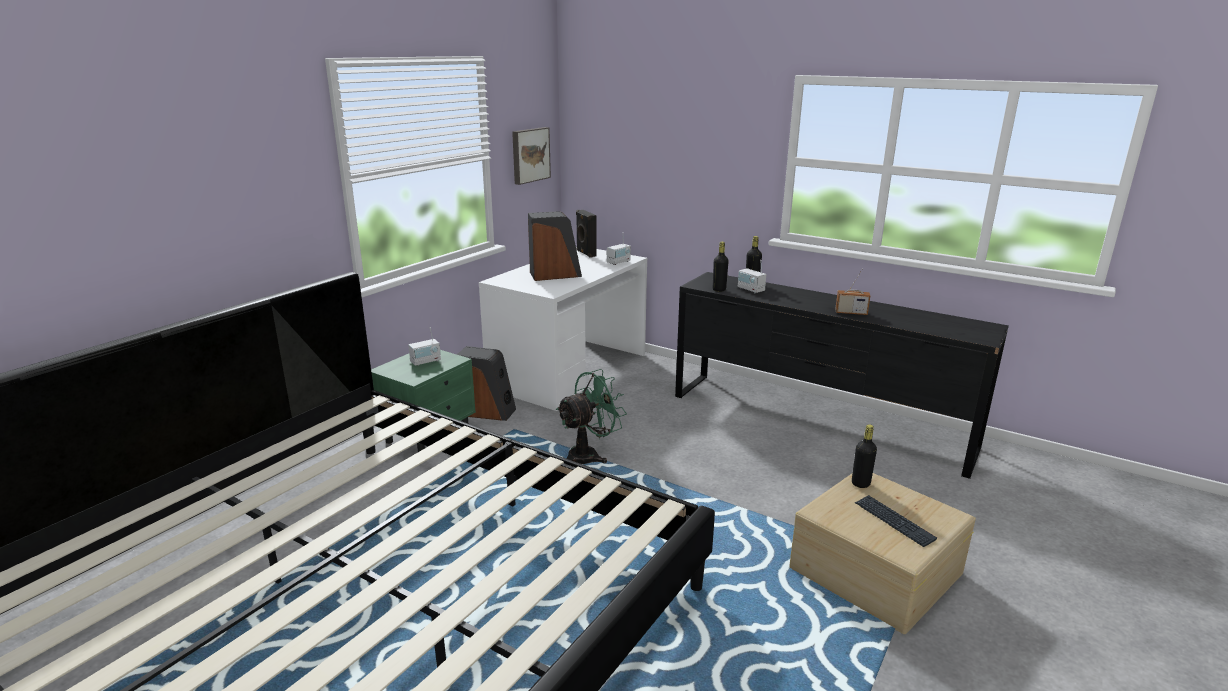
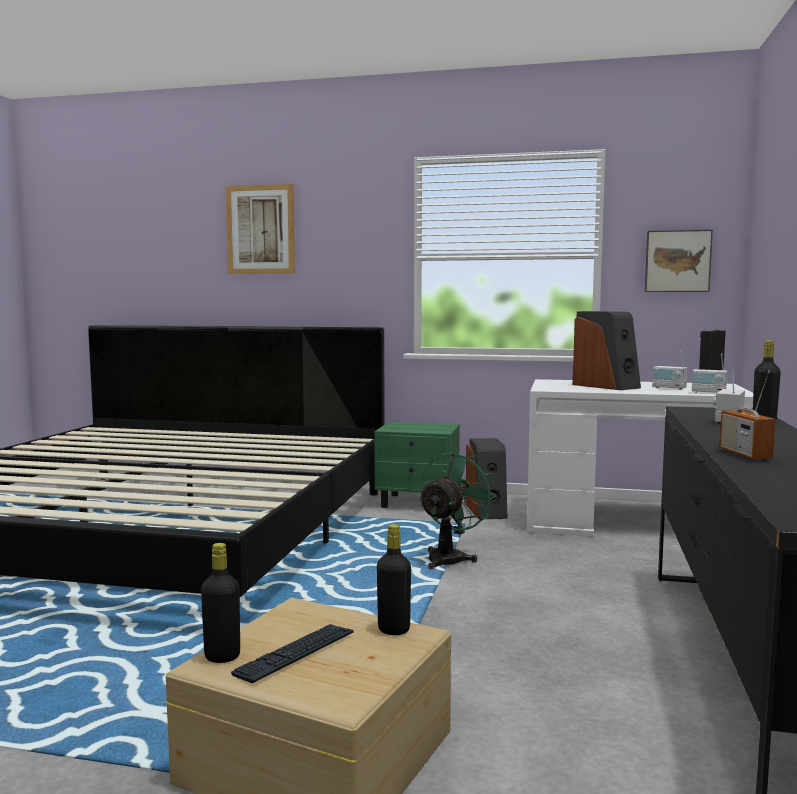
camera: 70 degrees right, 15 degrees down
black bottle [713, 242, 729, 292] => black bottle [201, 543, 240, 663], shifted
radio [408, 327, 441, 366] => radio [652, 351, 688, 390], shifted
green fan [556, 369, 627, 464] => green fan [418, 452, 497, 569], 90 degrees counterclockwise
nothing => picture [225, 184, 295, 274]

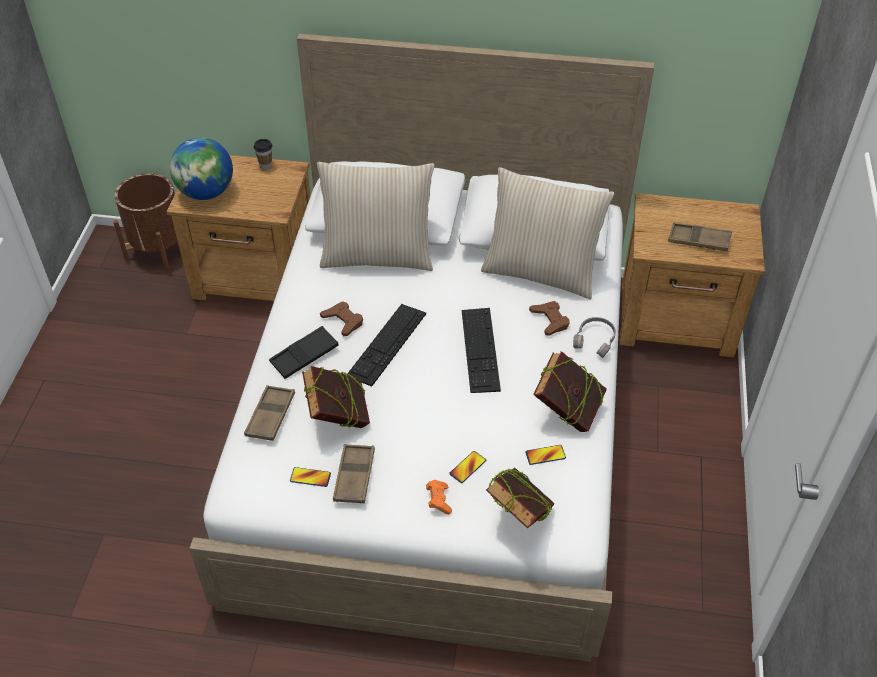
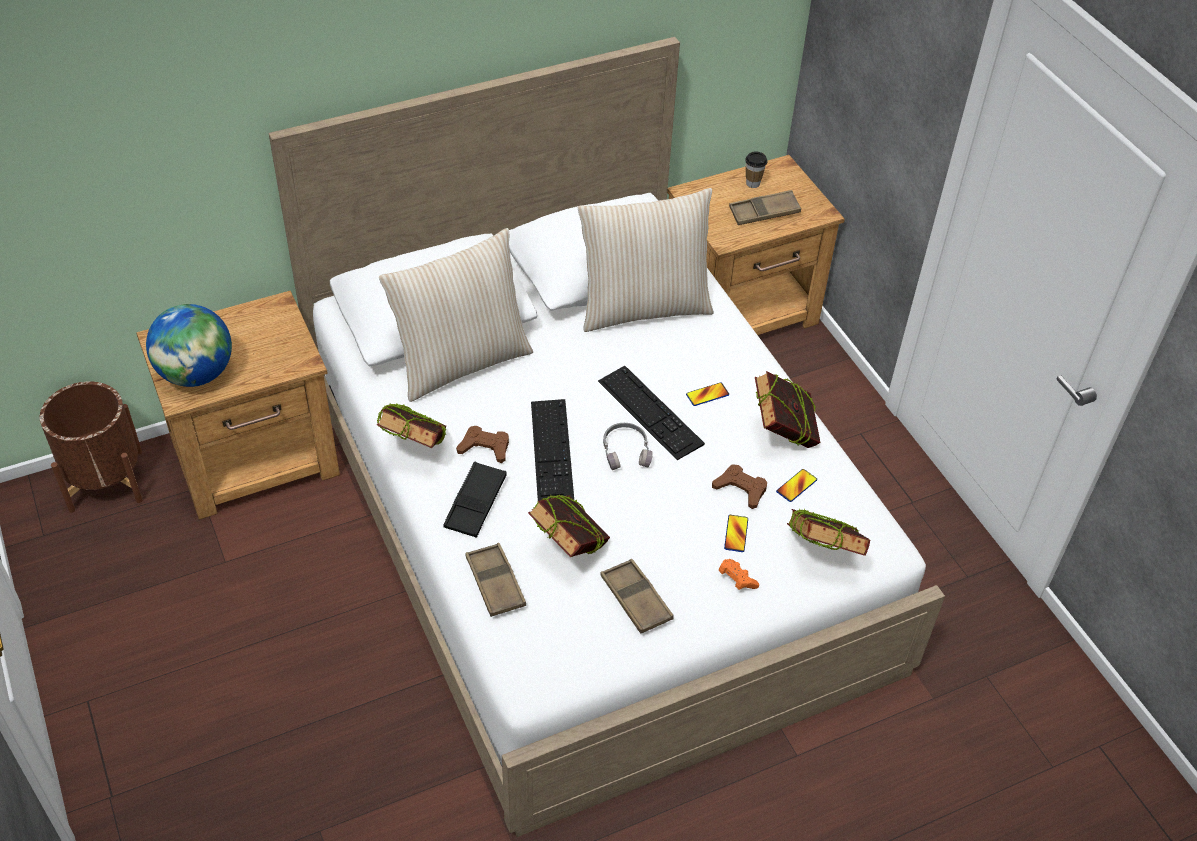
camera: 35 degrees left, 0 degrees up
cup [254, 139, 273, 170] => cup [745, 152, 767, 188], shifted
brown game controller [529, 301, 570, 336] => brown game controller [712, 464, 767, 509], shifted
grey headphones [573, 317, 616, 358] => grey headphones [603, 423, 653, 470], shifted
phone [290, 467, 331, 487] => phone [686, 383, 729, 406], shifted
nothing => book [377, 404, 447, 448]

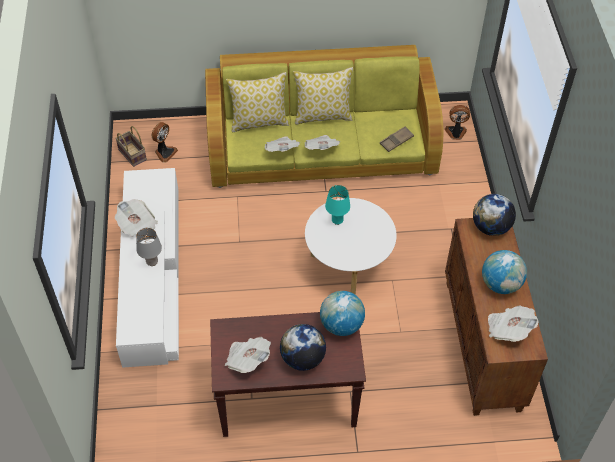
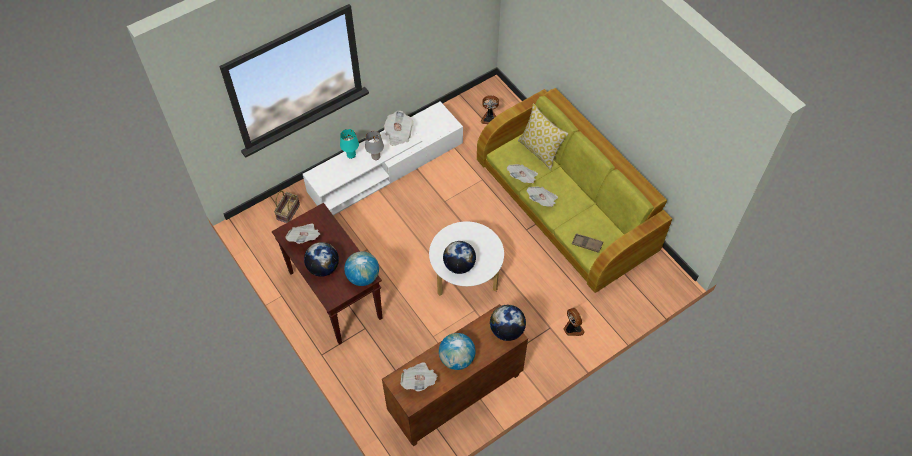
camera: 60 degrees right, 5 degrees up
pillow [293, 67, 353, 125] => nothing
fan [445, 105, 470, 140] => fan [563, 307, 585, 336], shifted
basket [115, 126, 147, 167] => basket [274, 191, 300, 223], shifted
turquoise table lamp [325, 185, 350, 225] => turquoise table lamp [340, 129, 359, 159], shifted
nothing => globe [443, 241, 476, 274]

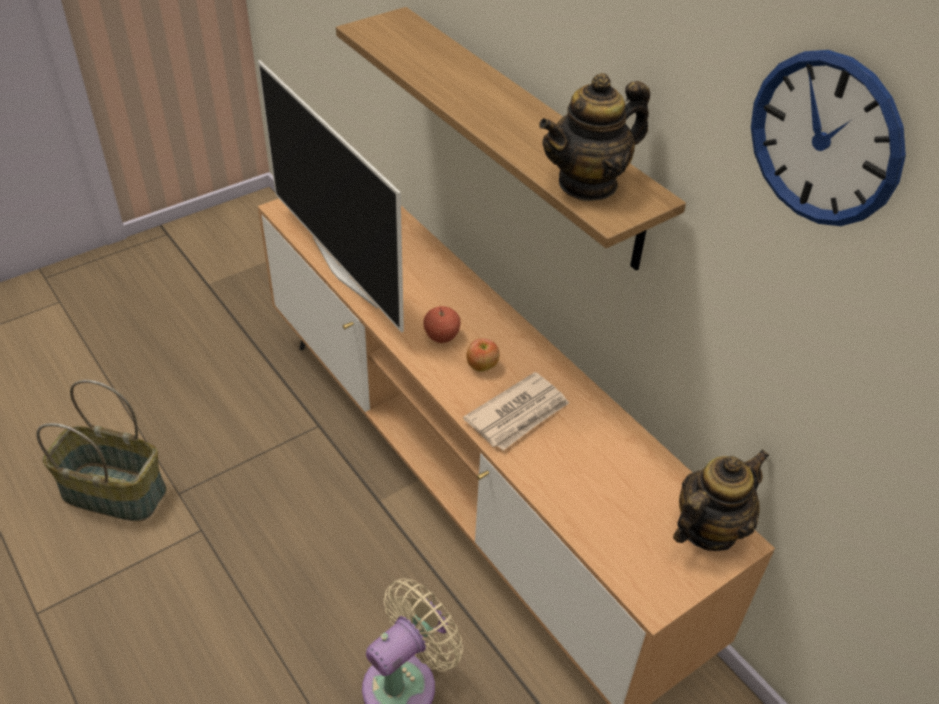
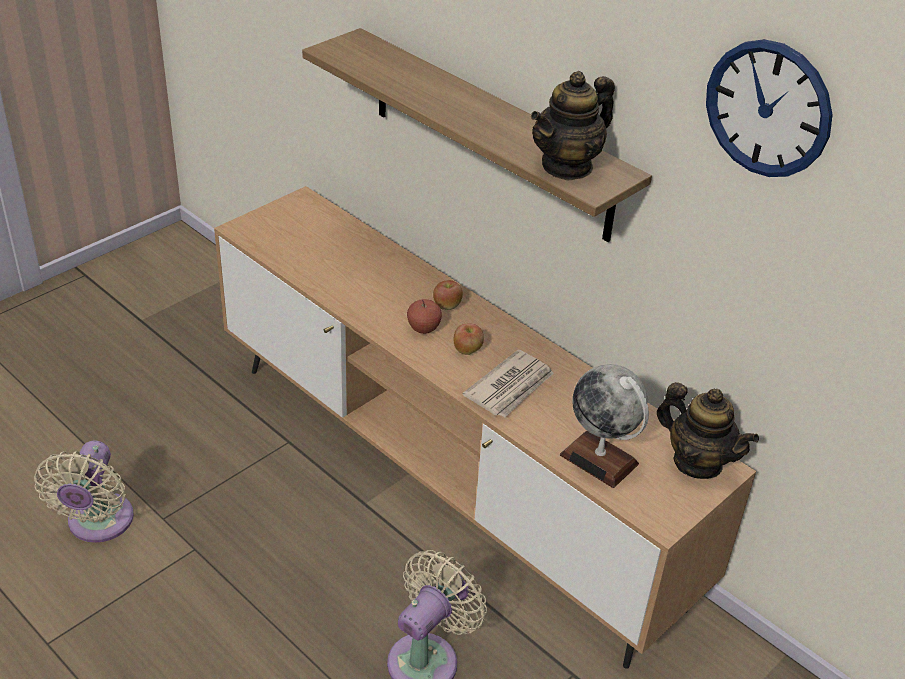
camera: 10 degrees left, 5 degrees down
television [258, 60, 404, 333] => nothing
basket [36, 380, 167, 521] => beige fan [34, 440, 134, 543]
teapot [673, 449, 769, 551] => teapot [657, 382, 759, 479], 90 degrees clockwise
nothing => apple [433, 280, 463, 310]
nothing => globe [560, 364, 649, 488]

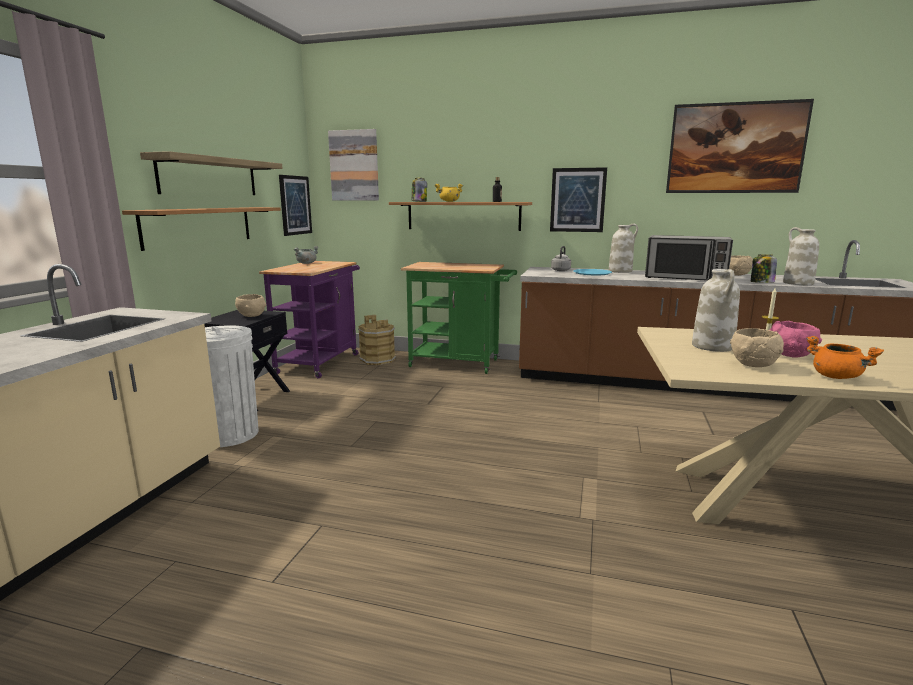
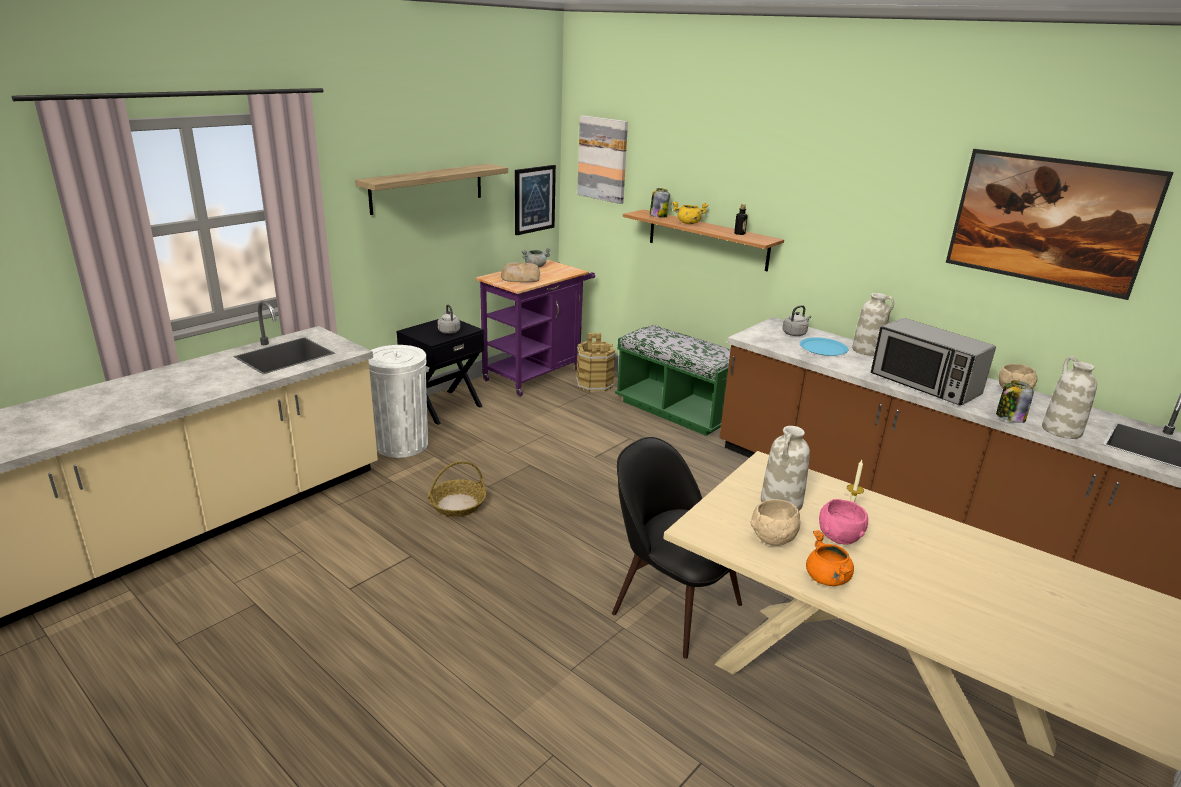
camera: 25 degrees right, 10 degrees up
picture [550, 167, 607, 232] => nothing
shelf [122, 207, 281, 251] => nothing
green cart [401, 262, 517, 374] => green bench [615, 325, 731, 436]
beige bowl [235, 294, 266, 317] => grey kettle [438, 304, 460, 334]
nothing => bread [501, 262, 540, 282]
nothing => black chair [612, 437, 742, 659]
nothing => basket [428, 461, 486, 517]

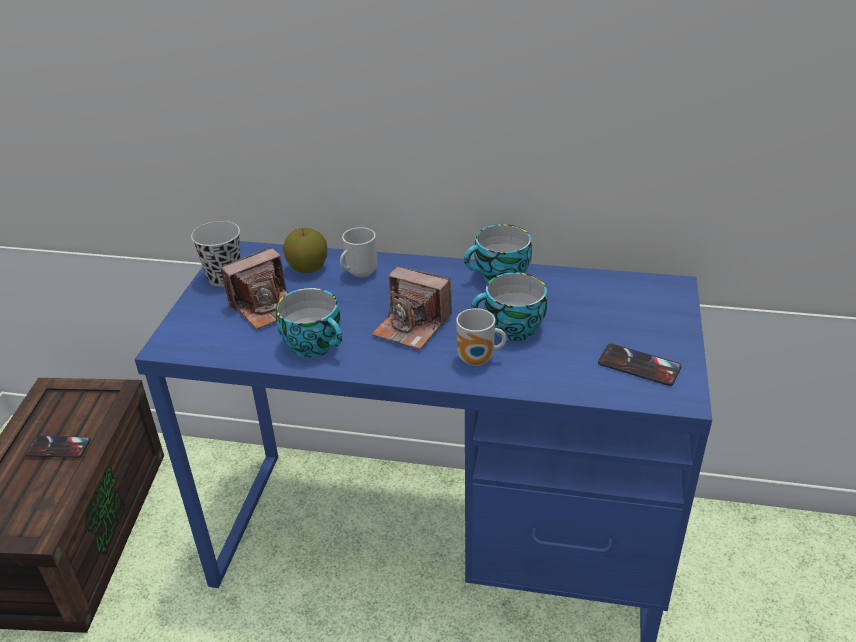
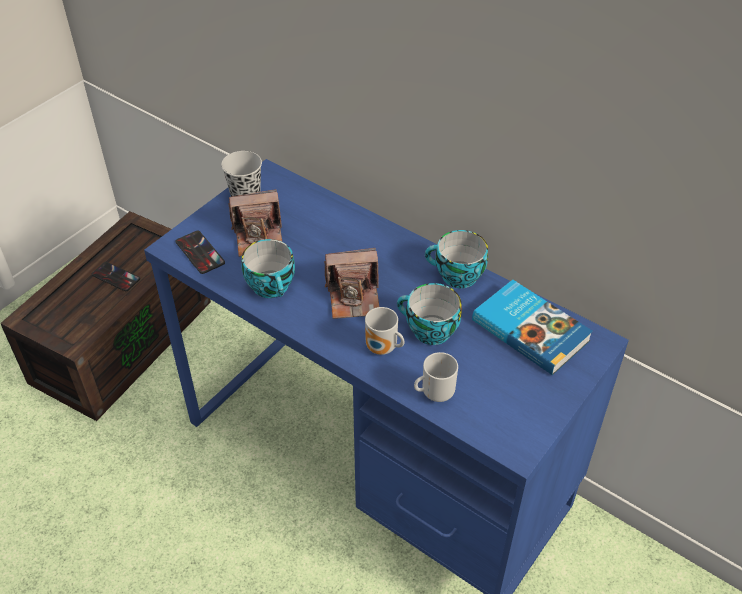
camera: 25 degrees right, 10 degrees up
mug [340, 227, 377, 278] => mug [414, 352, 458, 402], shifted
apple [283, 228, 327, 273] => nothing
photo camera [372, 267, 452, 350] => photo camera [324, 248, 380, 319], 60 degrees counterclockwise
phone [598, 344, 682, 386] => phone [176, 231, 225, 274], shifted
nothing => book [472, 280, 593, 375]

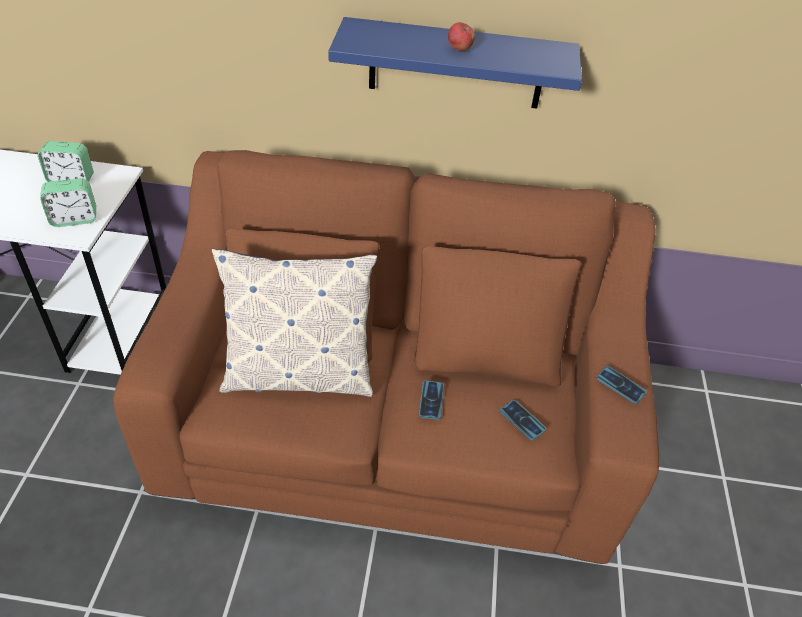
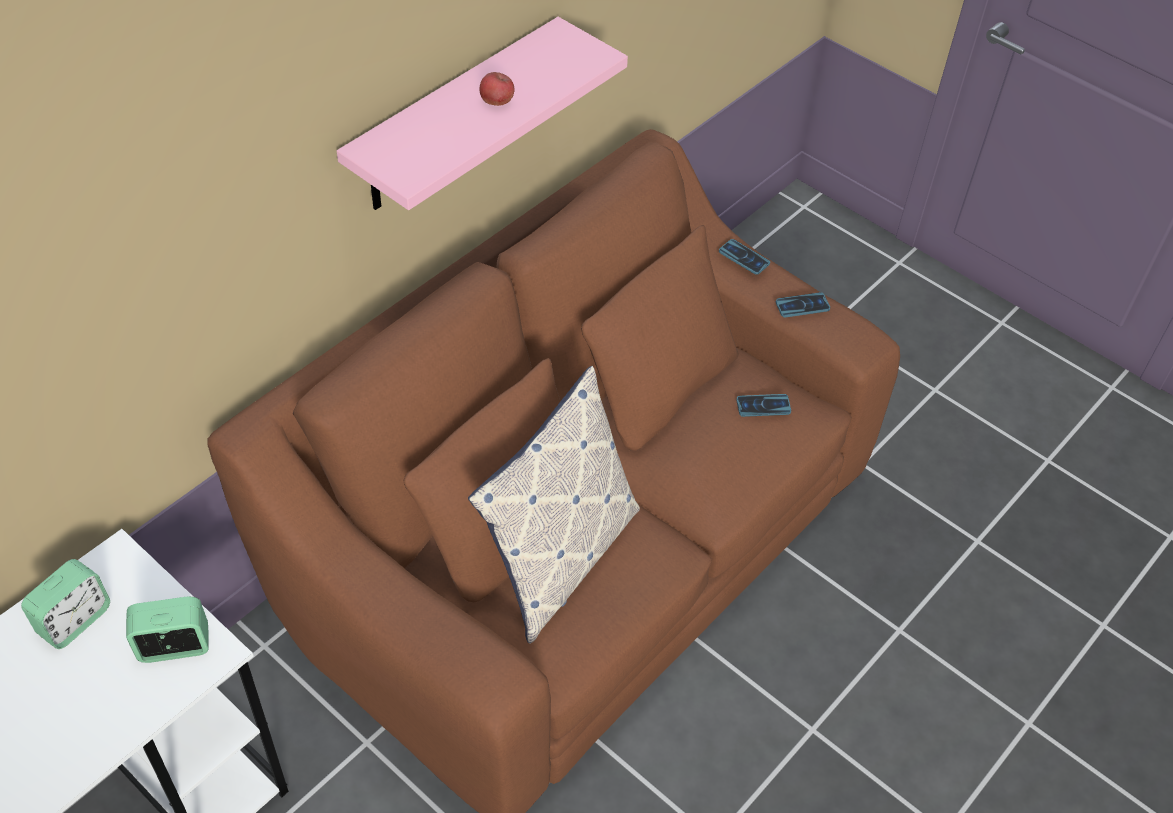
camera: 55 degrees left, 5 degrees up
blue shelf [328, 17, 582, 109] => pink shelf [337, 17, 628, 210]
alarm clock [40, 178, 96, 227] => alarm clock [126, 597, 209, 663], 120 degrees counterclockwise
phone [419, 380, 444, 420] => phone [719, 239, 770, 275], shifted

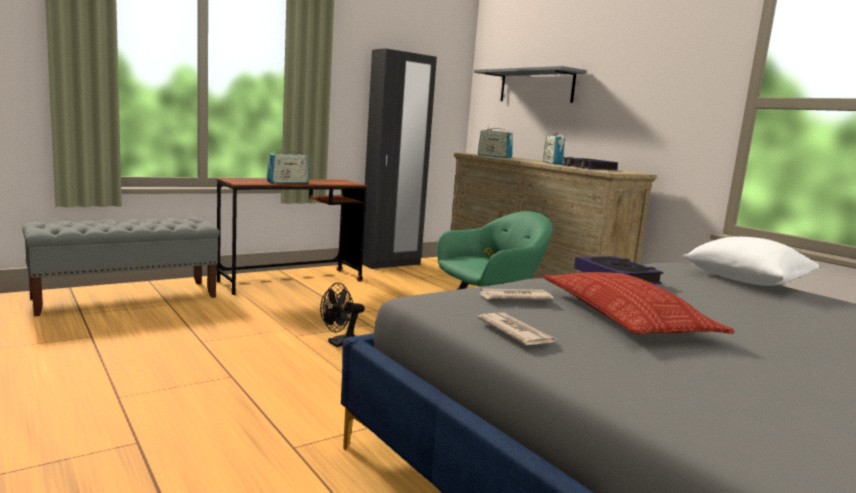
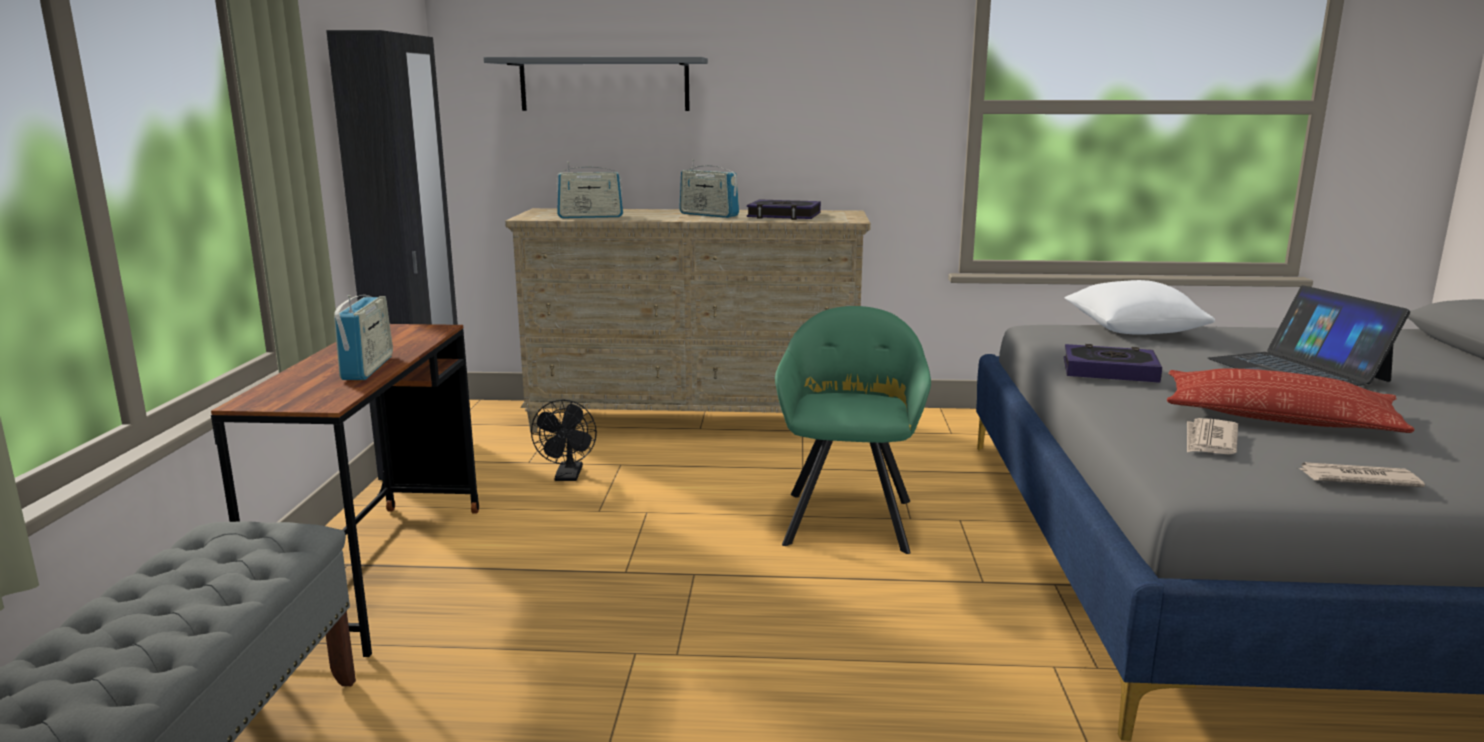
camera: 50 degrees left, 5 degrees up
black fan [320, 282, 365, 347] => black fan [531, 400, 597, 481], shifted
nothing => laptop [1208, 285, 1410, 386]

